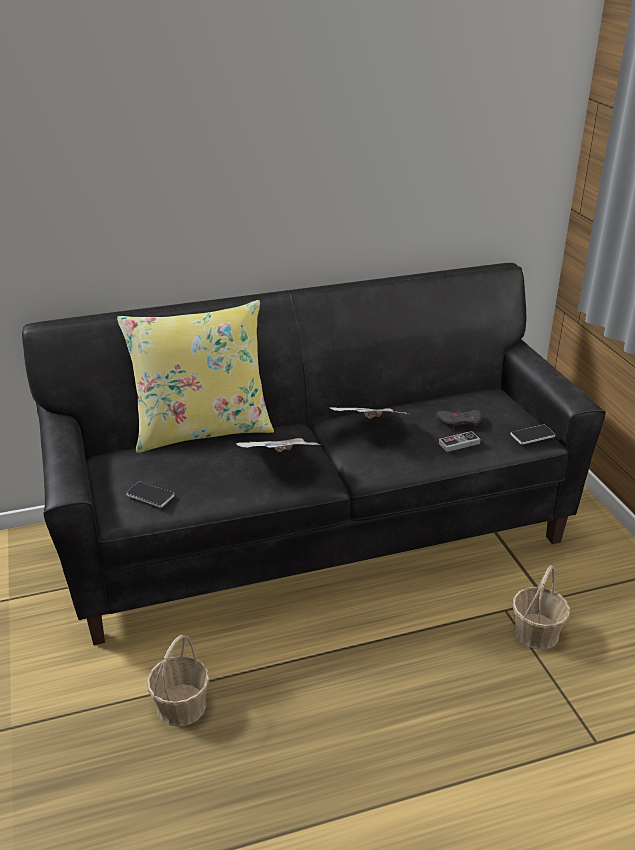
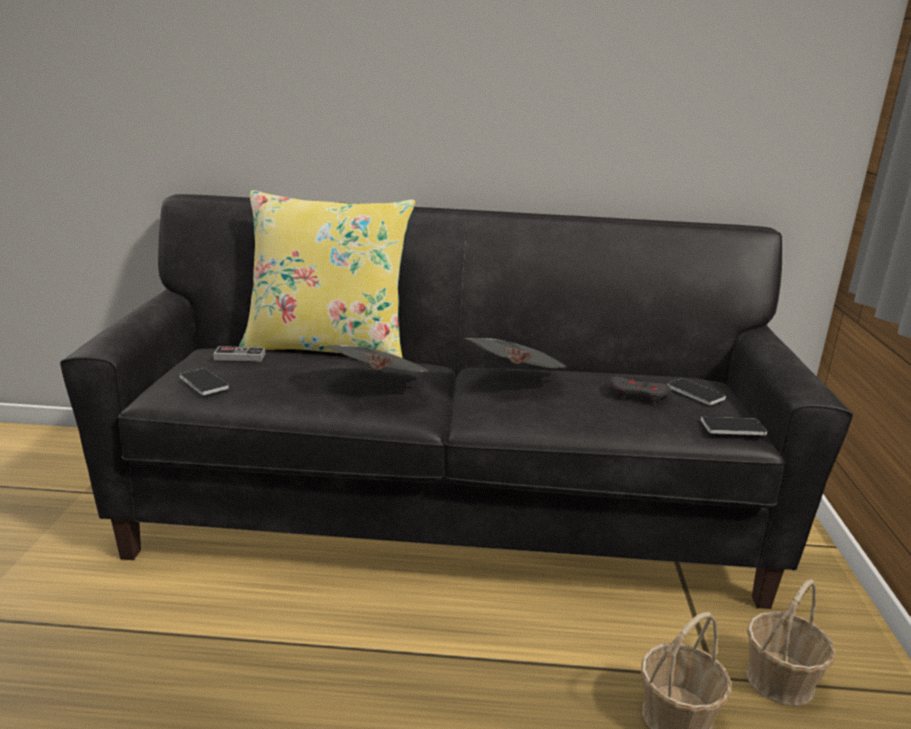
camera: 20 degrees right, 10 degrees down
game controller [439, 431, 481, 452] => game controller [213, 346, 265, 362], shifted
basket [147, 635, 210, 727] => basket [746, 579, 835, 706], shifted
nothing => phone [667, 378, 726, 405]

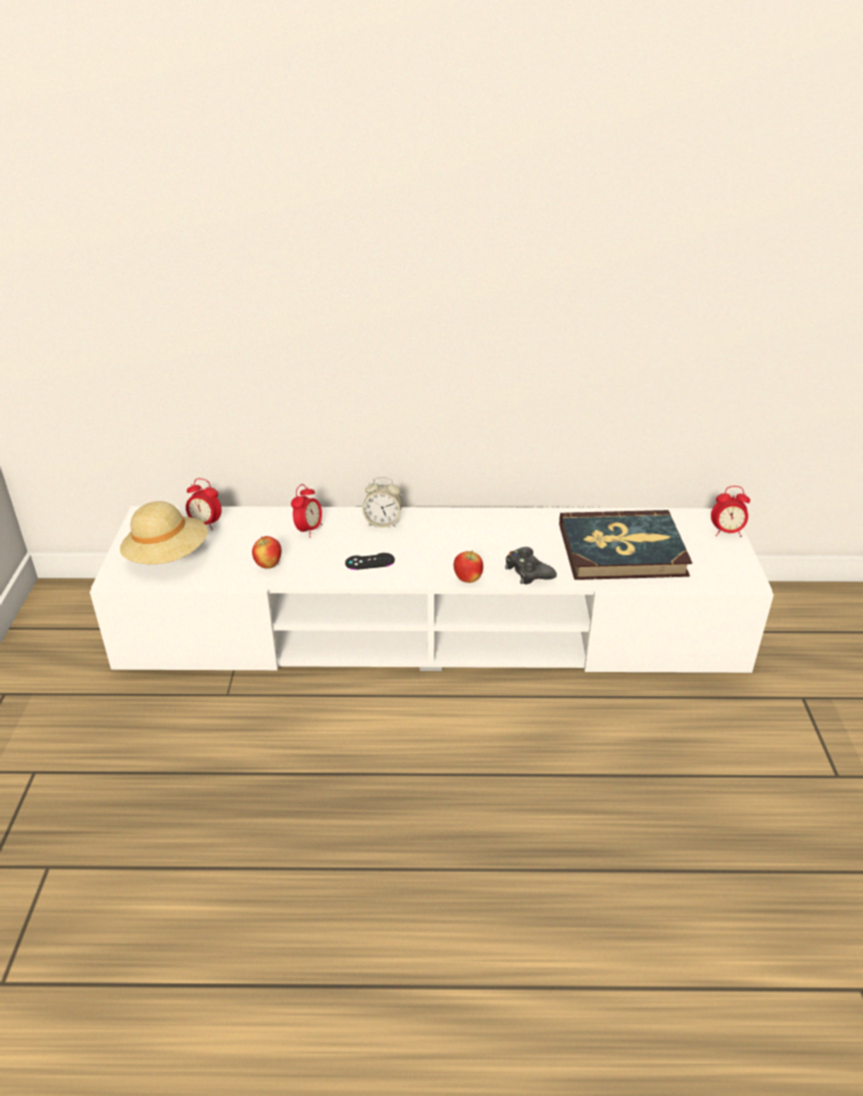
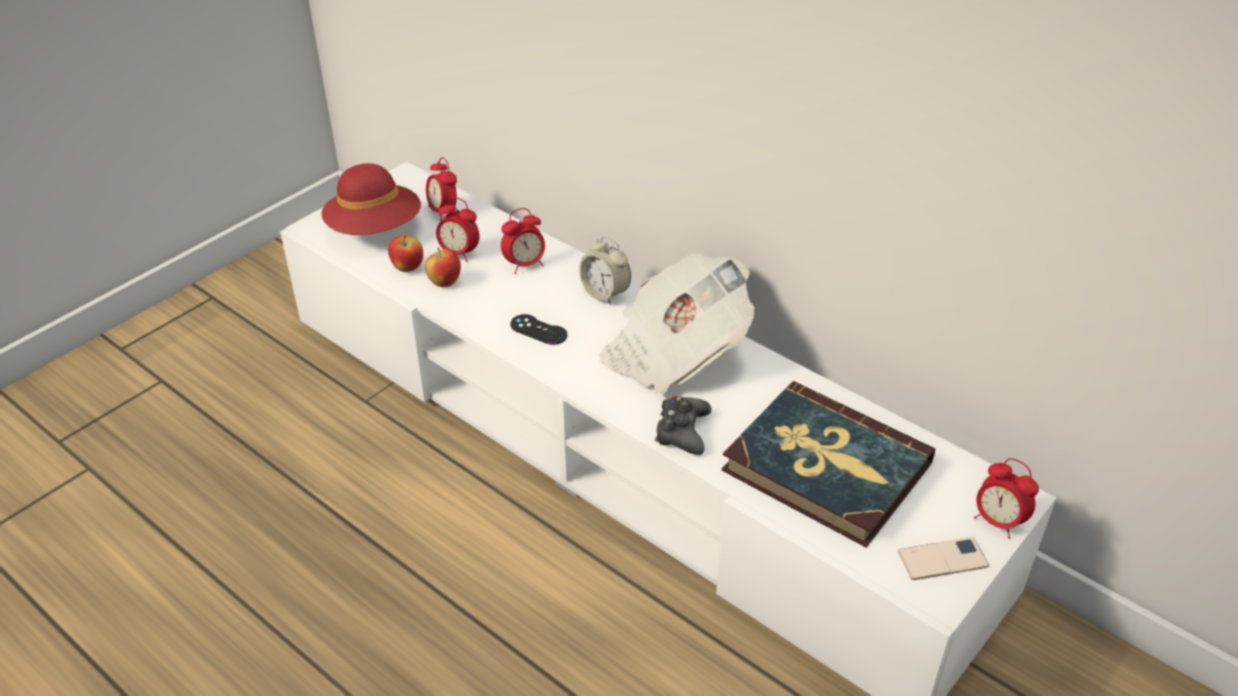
camera: 40 degrees right, 5 degrees up
beige hat [120, 501, 208, 564] => red hat [321, 163, 421, 235]
apple [454, 550, 483, 583] => apple [388, 235, 423, 272], shifted
nothing => alarm clock [436, 197, 479, 262]
nothing => newspaper [600, 253, 754, 394]
nothing => phone [898, 537, 989, 580]

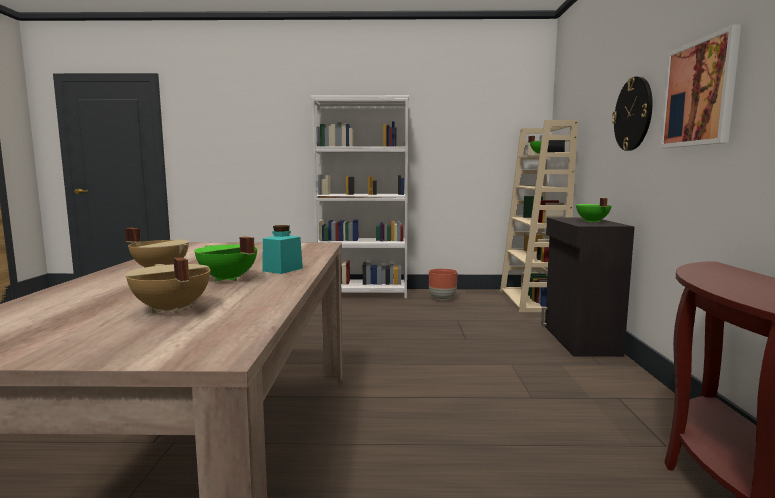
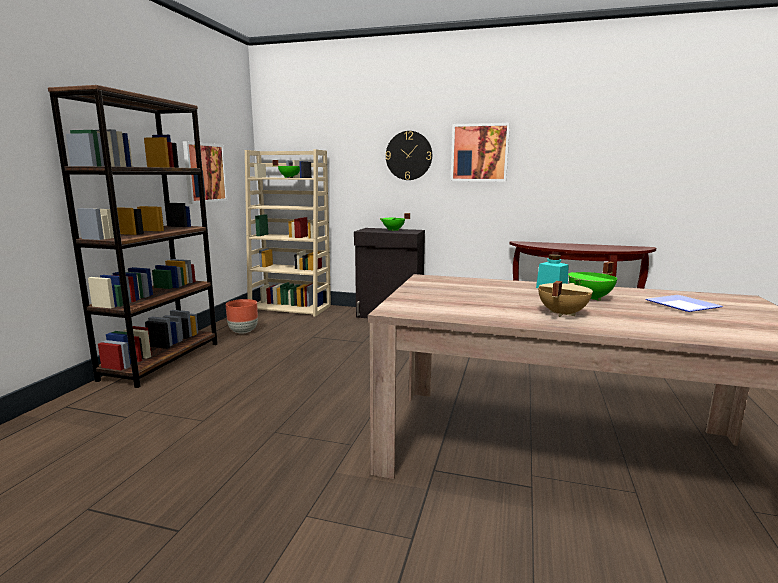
camera: 75 degrees left, 5 degrees up
white bookcase [311, 95, 409, 298] => brown bookcase [48, 85, 218, 388]
beige cooking pot [125, 257, 210, 314] => plate [646, 295, 723, 312]
nothing => picture [183, 141, 228, 204]

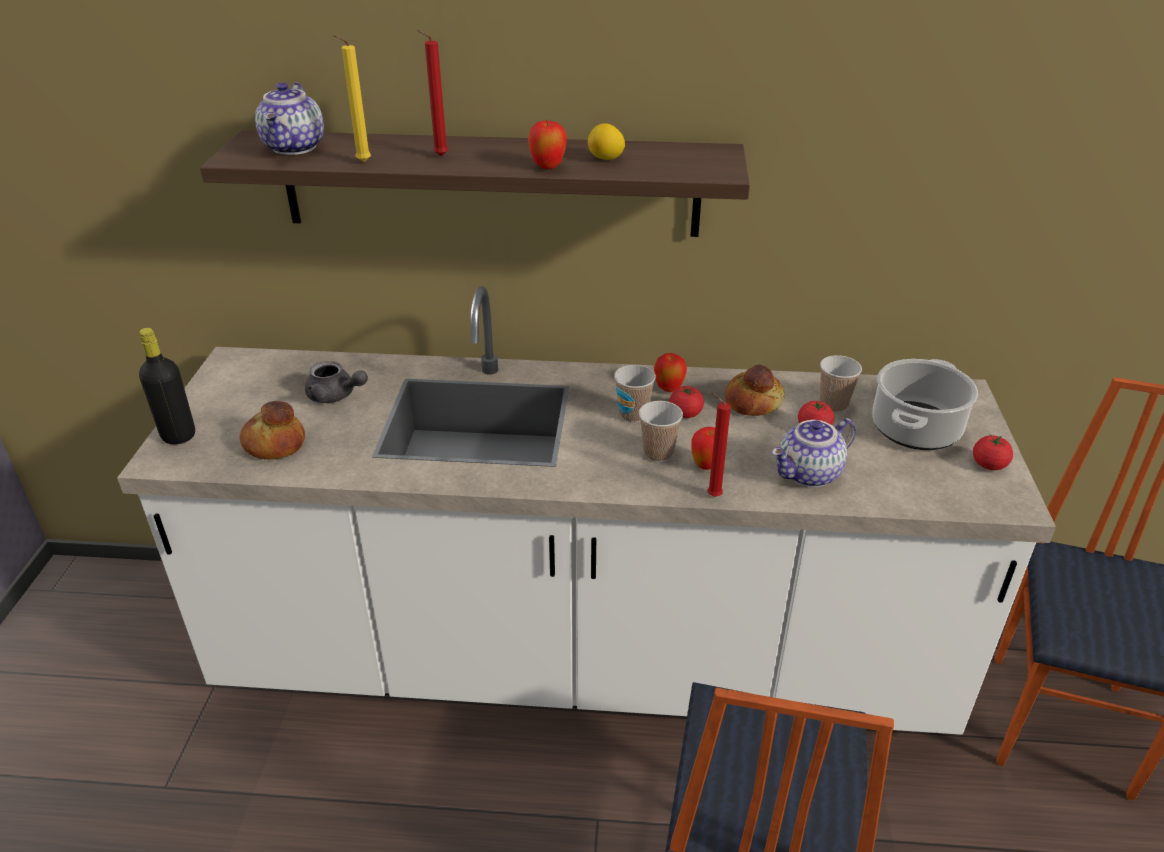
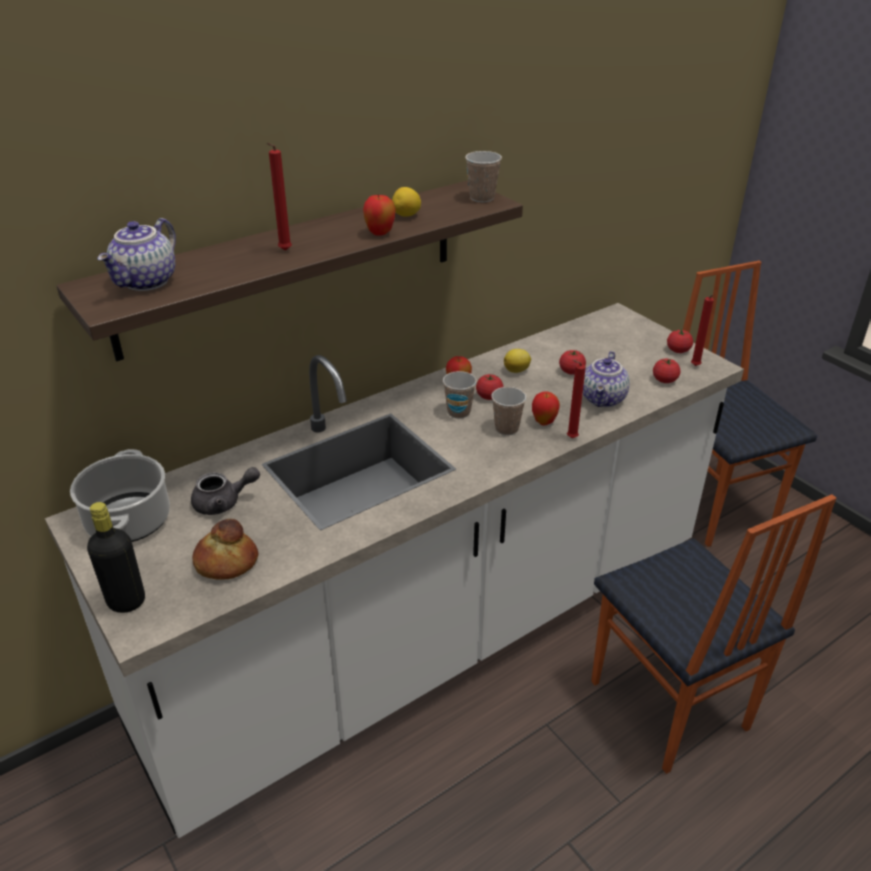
camera: 40 degrees left, 0 degrees up
yellow candle [333, 35, 371, 162] => nothing
teapot [255, 82, 324, 155] => teapot [98, 218, 176, 291], 60 degrees clockwise
cup [820, 355, 862, 413] => cup [465, 151, 502, 202], shifted
cooking pot [873, 359, 978, 450] => cooking pot [70, 449, 170, 542], shifted
bread [725, 364, 785, 416] => lemon [504, 349, 531, 373]
nothing => red candle [691, 295, 714, 366]
nothing => tomato [653, 359, 680, 383]

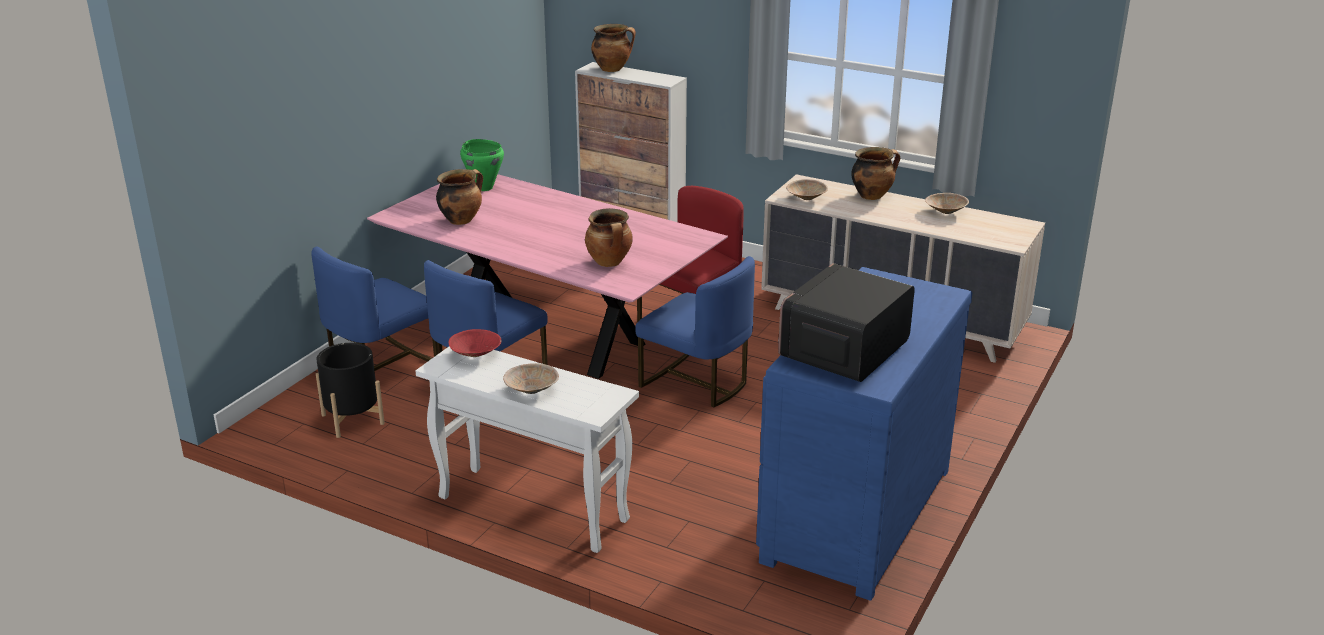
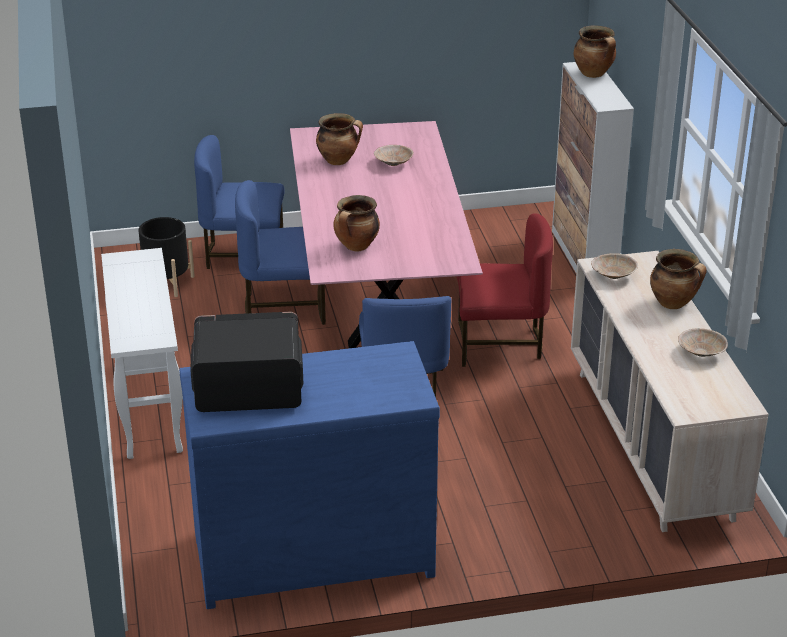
camera: 50 degrees right, 5 degrees up
green cooking pot [460, 139, 504, 191] => nothing
red bowl [449, 329, 502, 357] => nothing
beige bowl [503, 363, 559, 394] => beige bowl [374, 145, 413, 166], shifted

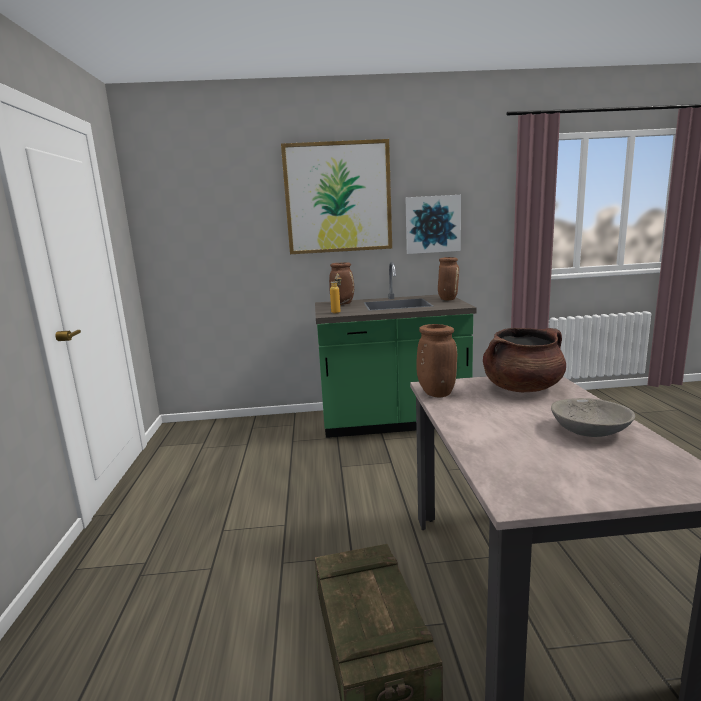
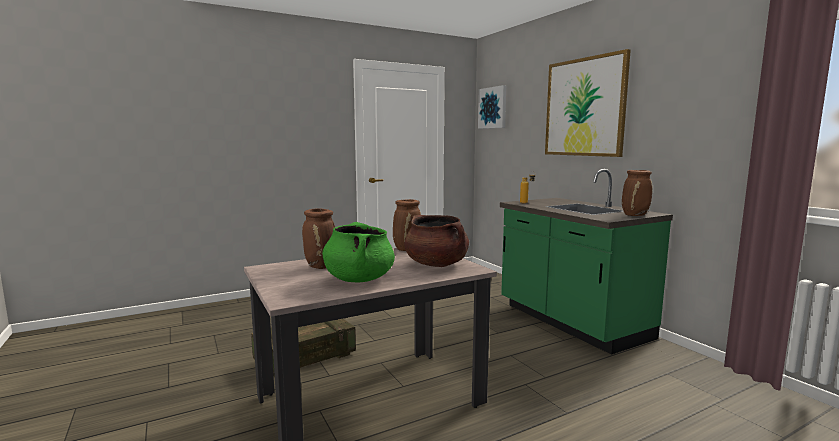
camera: 65 degrees right, 5 degrees down
picture [405, 195, 461, 254] => picture [478, 85, 506, 129], shifted
brown vase [329, 262, 354, 305] => brown vase [302, 208, 335, 269], shifted
grey bowl [551, 398, 635, 437] => green cooking pot [322, 222, 395, 282]

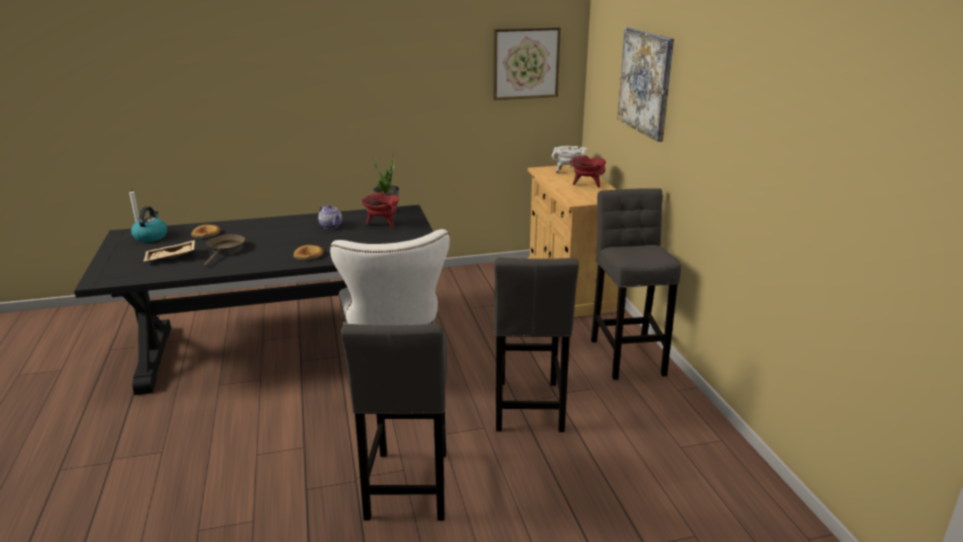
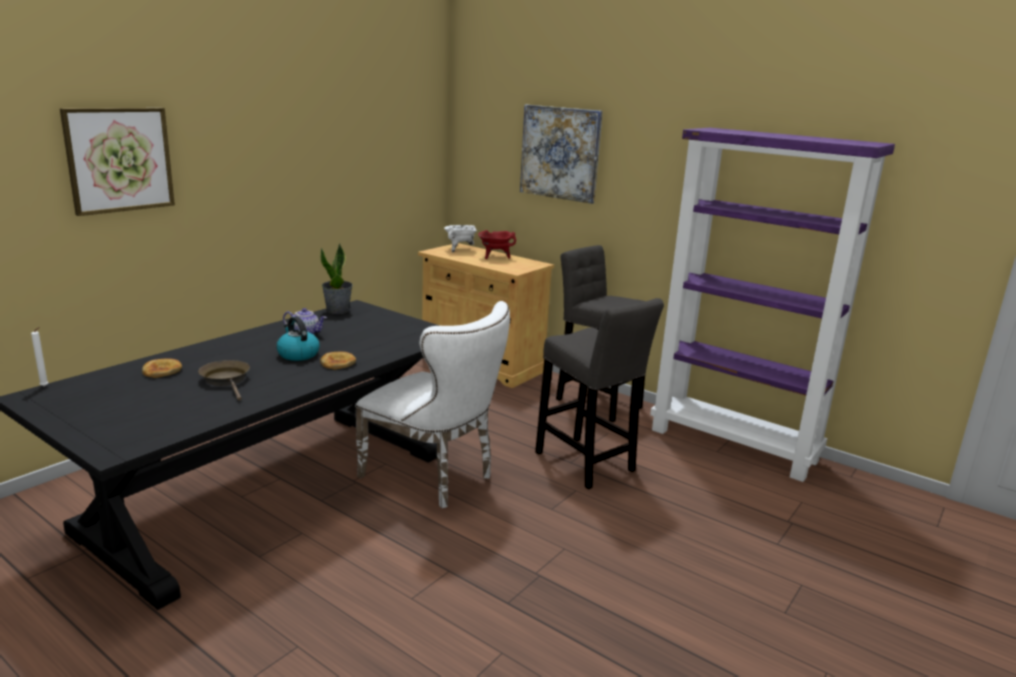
camera: 40 degrees left, 5 degrees down
picture [493, 27, 561, 100] => picture [60, 108, 175, 216], shifted
red cooking pot [361, 192, 399, 229] => nothing
kettle [131, 206, 167, 242] => kettle [277, 316, 320, 361], shifted
beige tray [144, 240, 195, 261] => nothing
grey stool [341, 324, 447, 521] => nothing
nothing => purple bookcase [650, 128, 895, 482]

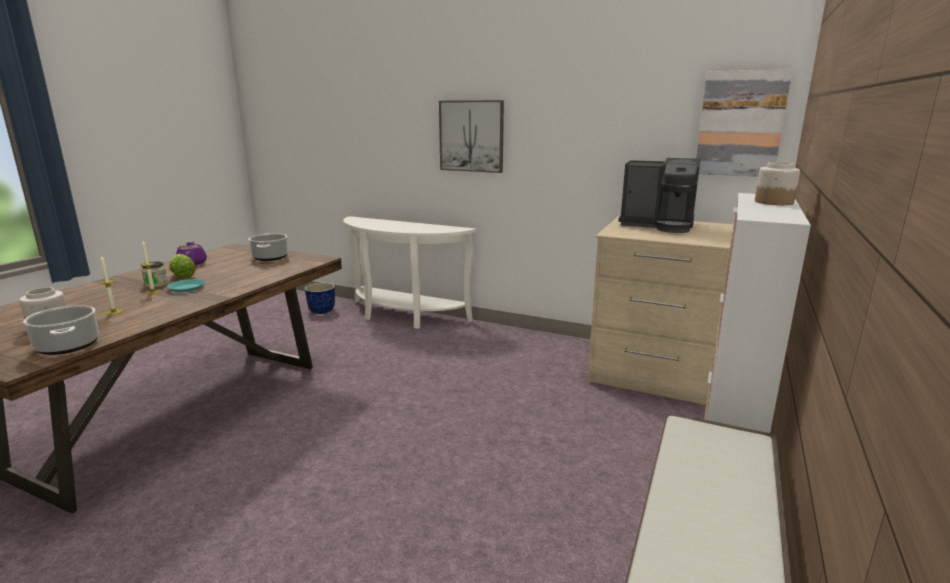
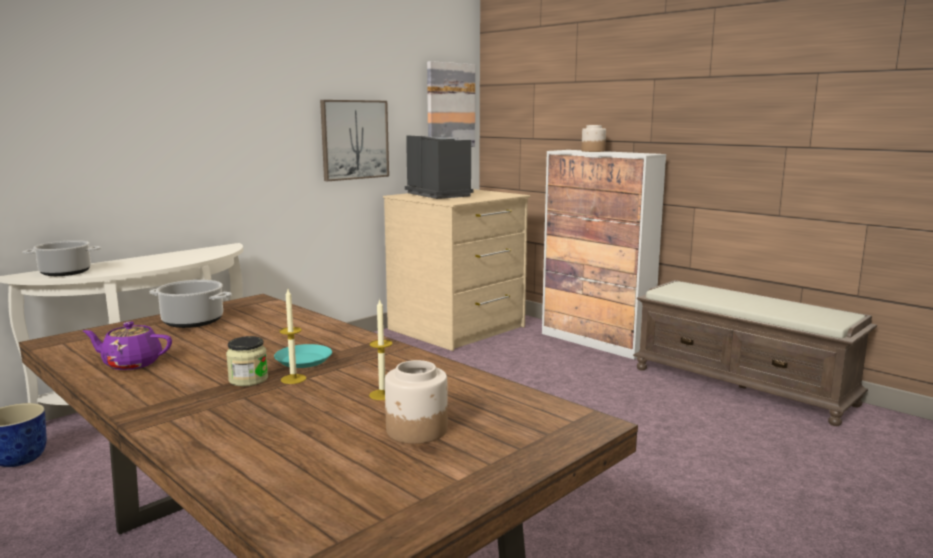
camera: 70 degrees left, 5 degrees down
picture [439, 100, 504, 173] => picture [320, 100, 389, 181], shifted
coffee machine [618, 158, 701, 233] => coffee machine [405, 135, 474, 199], 75 degrees counterclockwise
lettuce [169, 254, 196, 279] => nothing
cooking pot [23, 305, 99, 355] => cooking pot [22, 240, 101, 276], shifted

